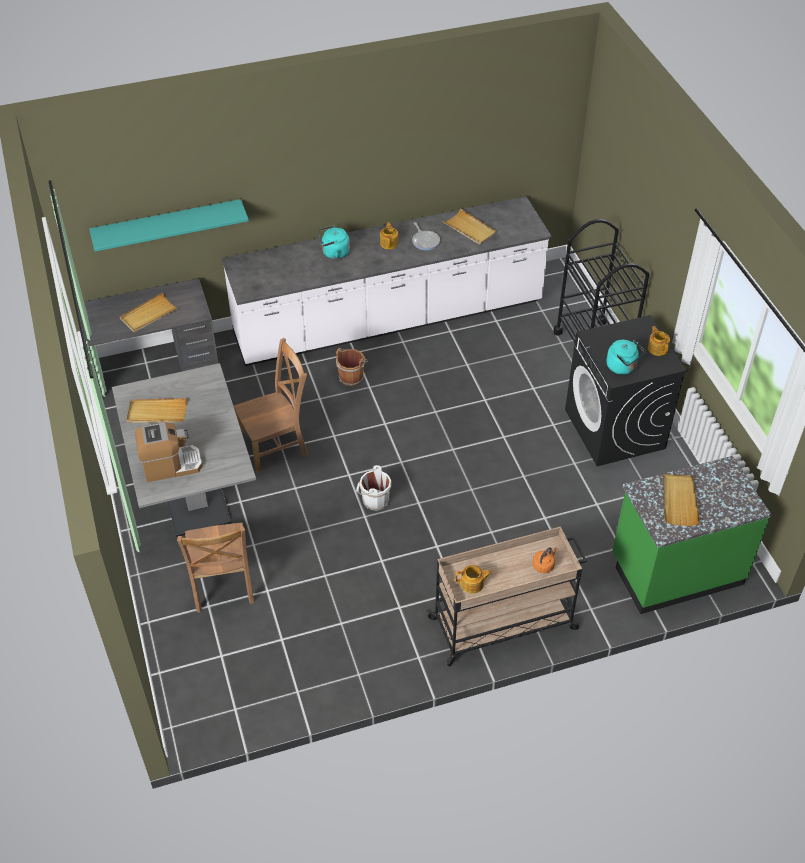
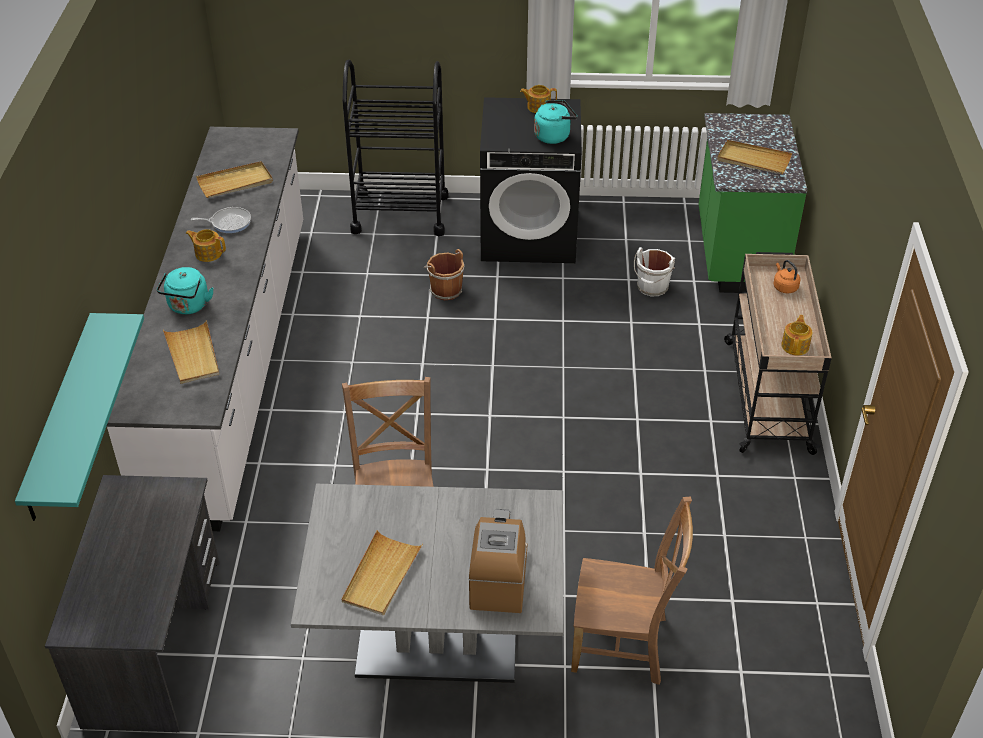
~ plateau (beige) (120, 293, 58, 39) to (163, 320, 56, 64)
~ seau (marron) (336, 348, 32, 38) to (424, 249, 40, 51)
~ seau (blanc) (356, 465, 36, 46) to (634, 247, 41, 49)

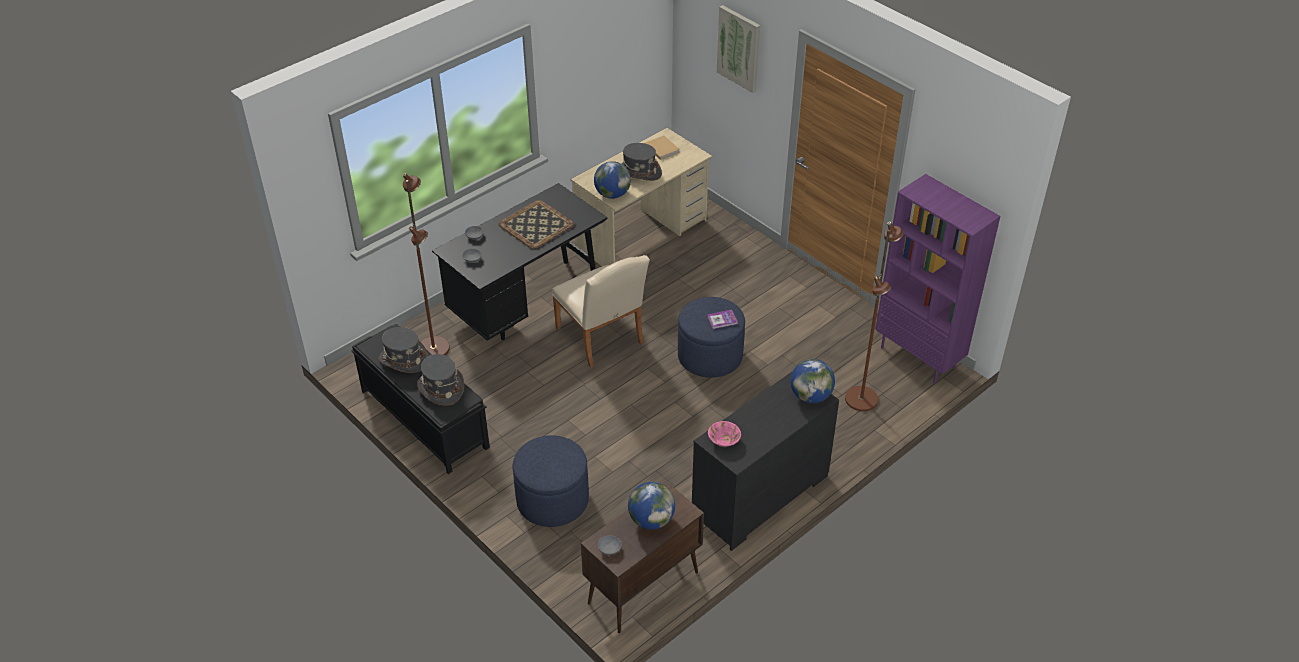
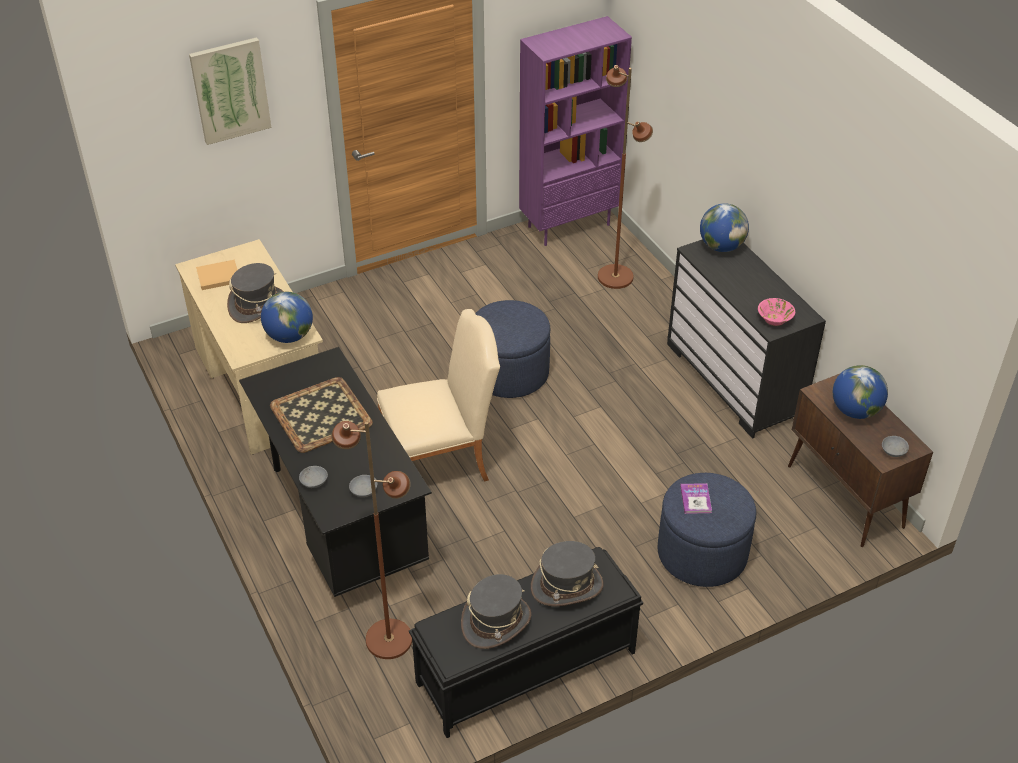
~ livre (707, 309, 31, 20) to (680, 483, 32, 31)

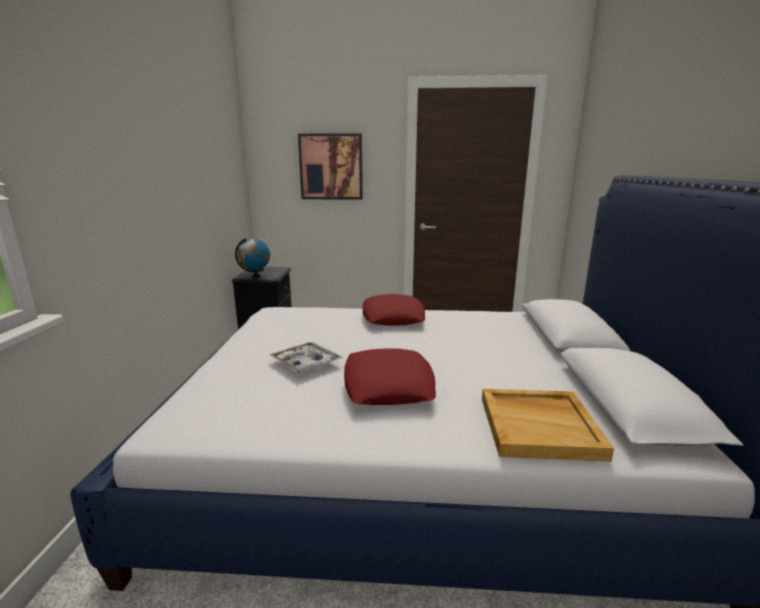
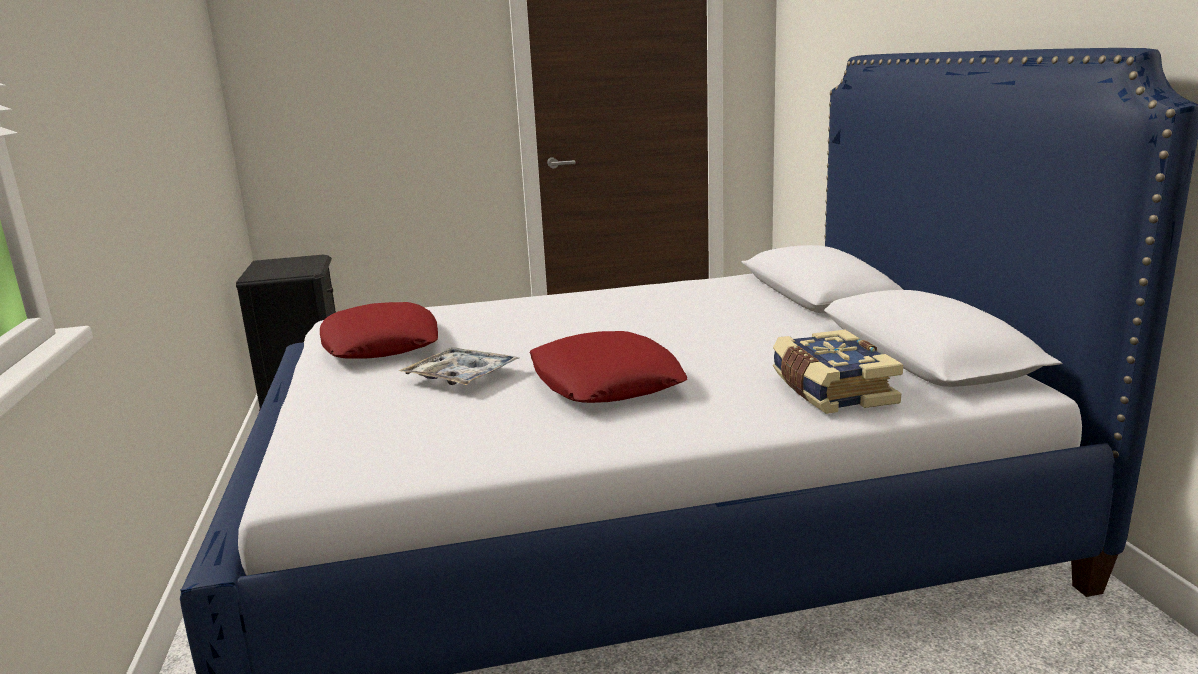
- globe (235, 238, 35, 40)
- tableau (298, 133, 65, 67)
~ coussin (rouge) (363, 294, 62, 32) to (320, 302, 118, 57)
~ plateau (beige) (482, 389, 132, 73) to livre (773, 330, 130, 84)

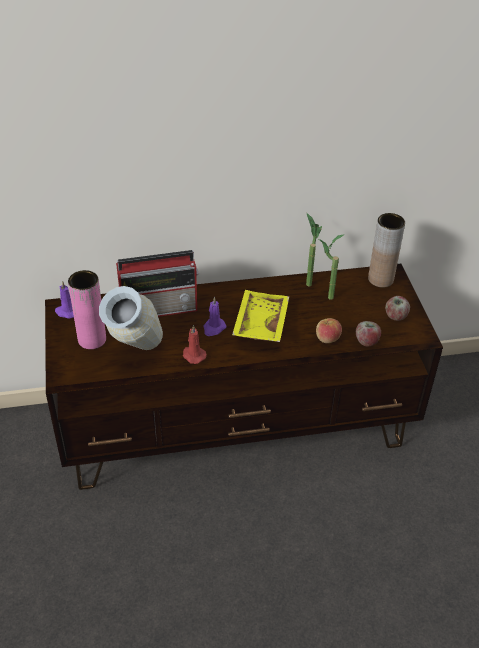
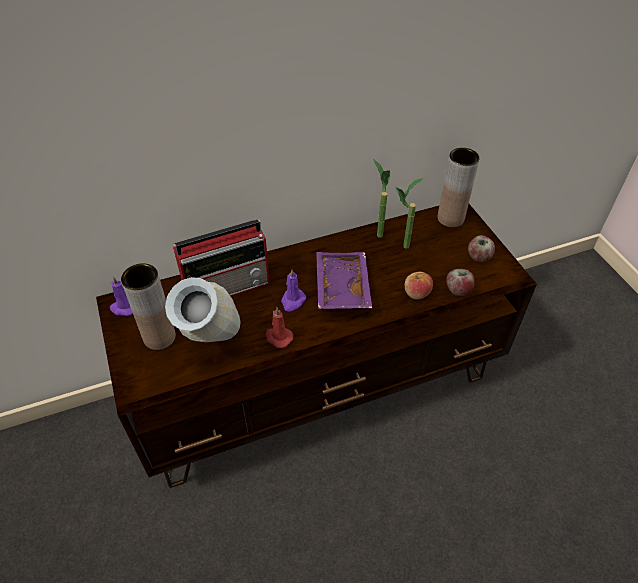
~ vase (rose) (68, 270, 38, 79) to vase (marron) (121, 263, 55, 87)
~ plateau (jaune) (232, 290, 57, 52) to plateau (violet) (316, 252, 56, 57)

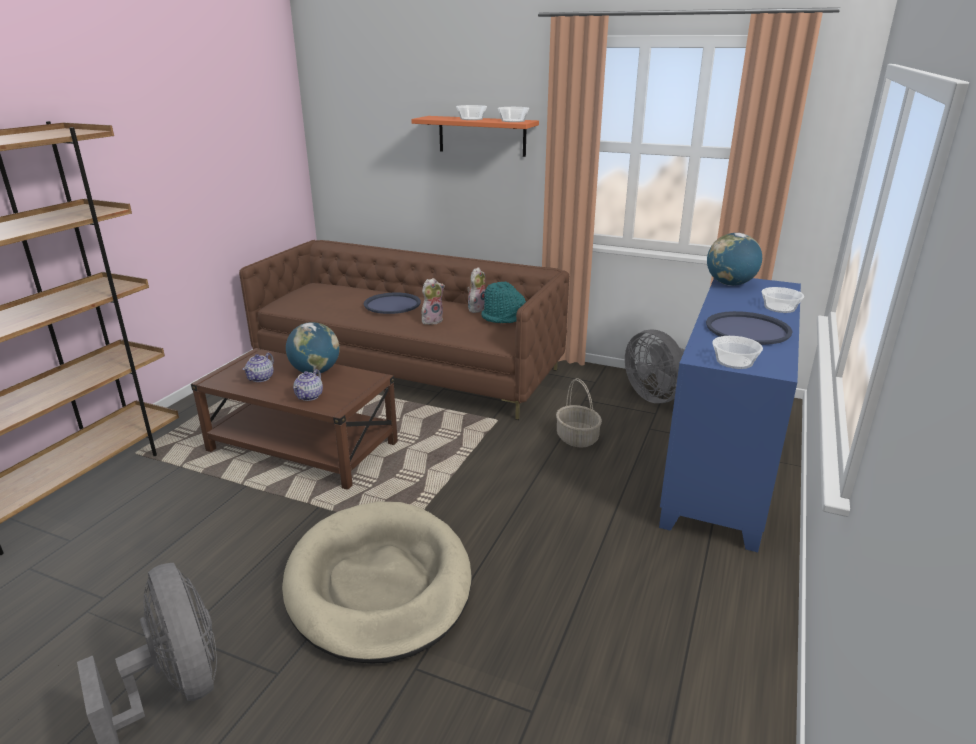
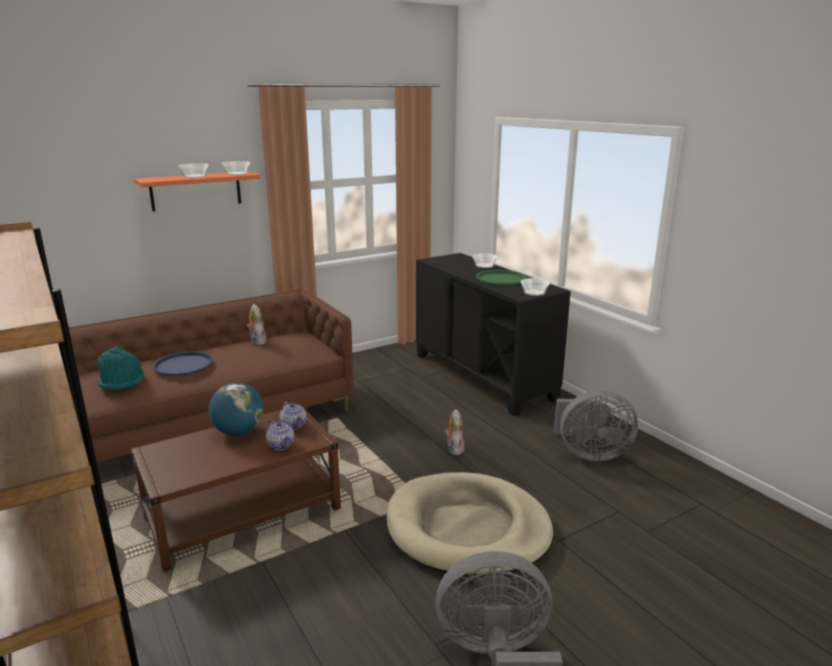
- panier (556, 378, 46, 70)
- globe (707, 233, 55, 53)
~ théière (243, 353, 31, 29) to (280, 401, 26, 29)
~ peluche (422, 278, 23, 47) to (445, 409, 19, 46)
~ chapeau (turquoise) (481, 282, 45, 41) to (97, 346, 47, 44)
~ ventilateur (gris) (625, 329, 60, 74) to (554, 390, 84, 71)
~ meuble de rangement (bleu) (659, 278, 142, 274) to meuble de rangement (noir) (416, 253, 155, 163)
~ plateau (bleu) (706, 311, 87, 34) to plateau (vert) (476, 270, 51, 15)

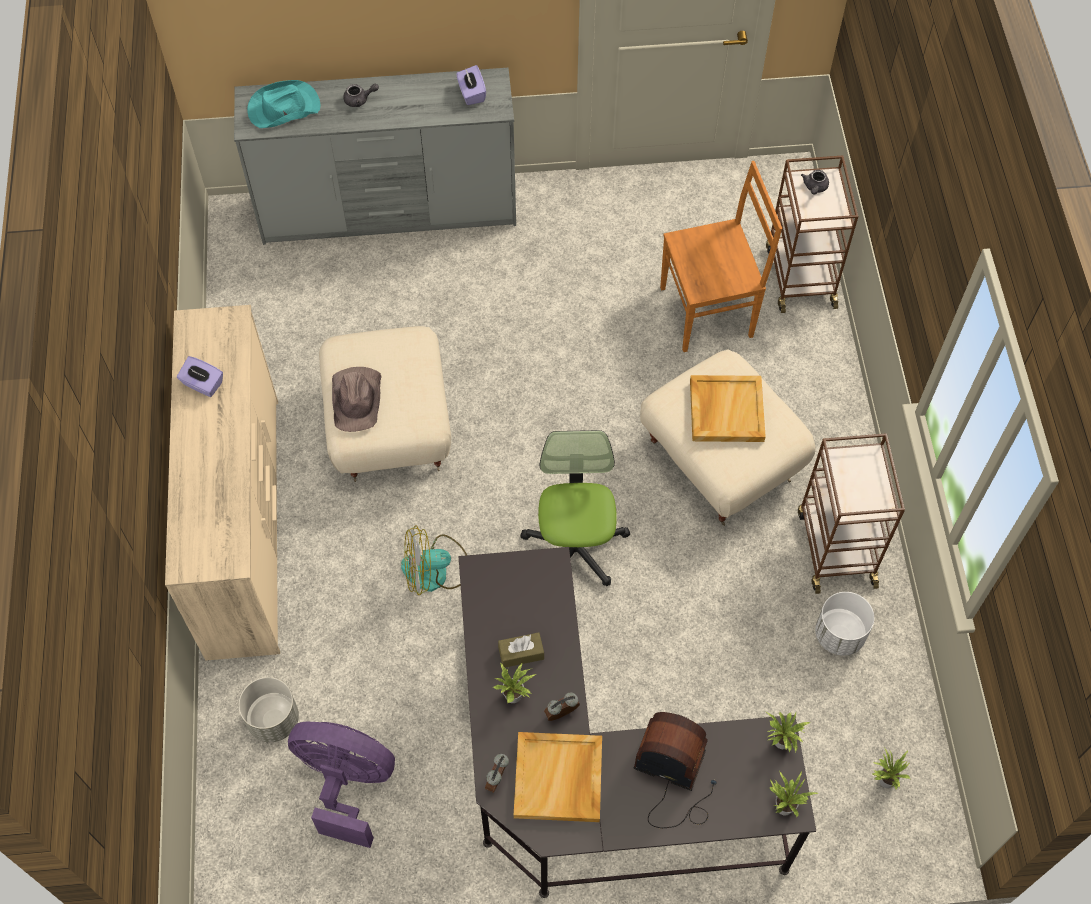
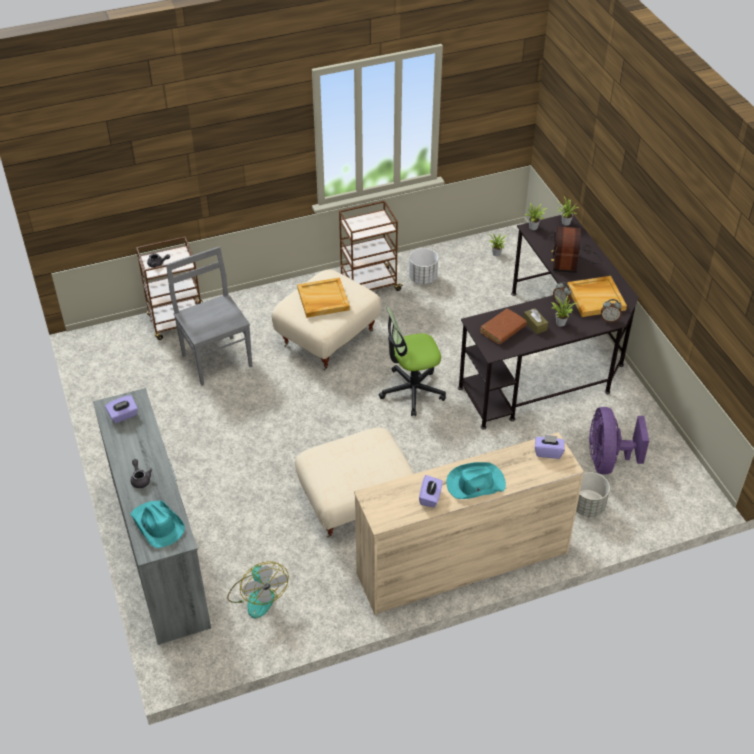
- chapeau (marron) (332, 367, 50, 65)
+ chapeau (turquoise) (446, 462, 60, 37)
+ livre (marron) (480, 309, 47, 35)
+ boîte à mouchoirs (violet) (535, 434, 30, 25)
~ ventilateur (401, 525, 66, 71) to (227, 561, 62, 57)
~ chaise (marron) (660, 161, 122, 191) to chaise (gris) (166, 246, 86, 140)

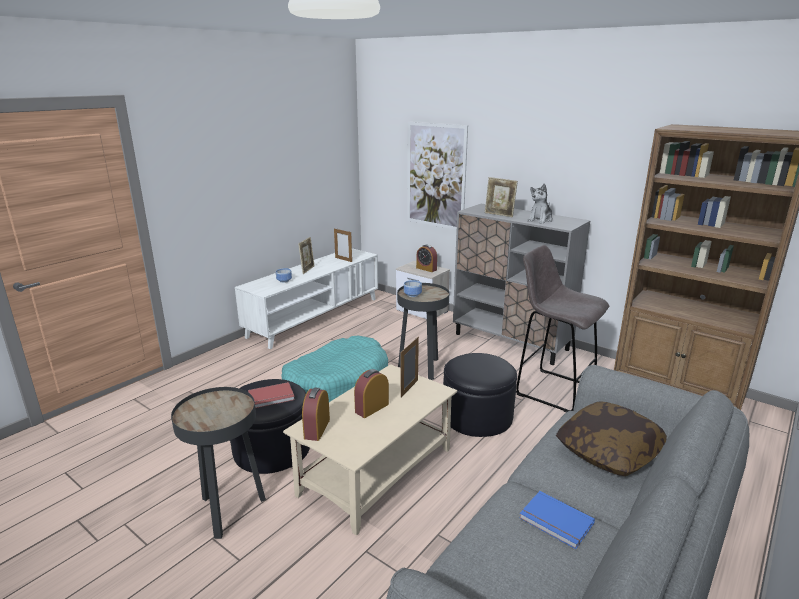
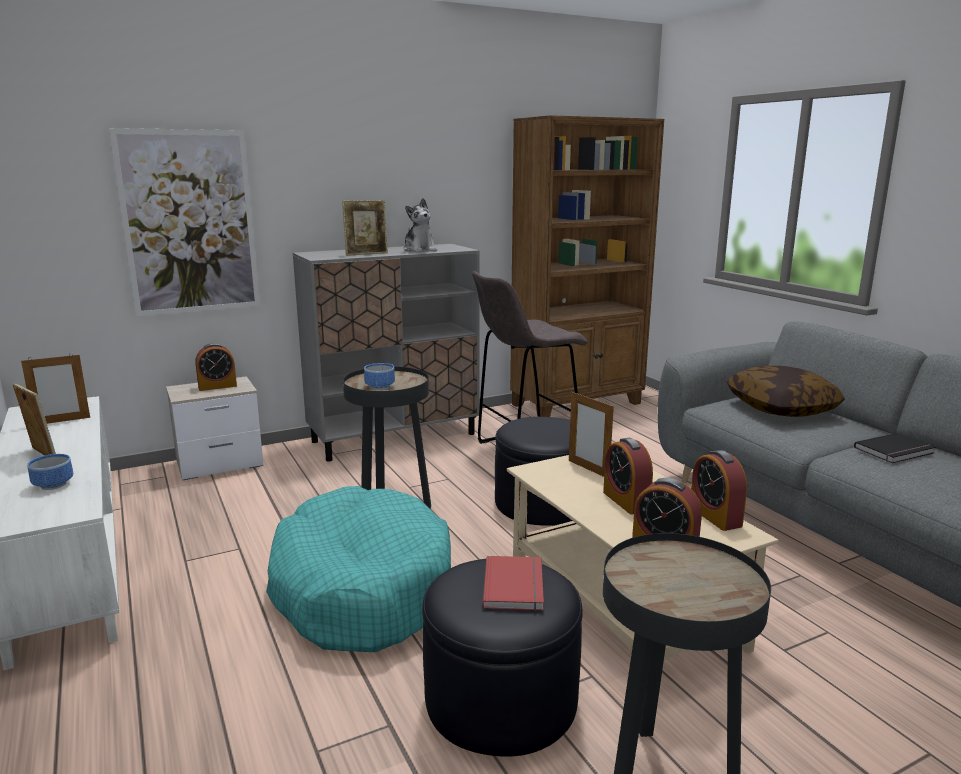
+ réveil (691, 450, 56, 81)
~ livre (bleu) (519, 491, 76, 58) to livre (noir) (854, 433, 81, 30)

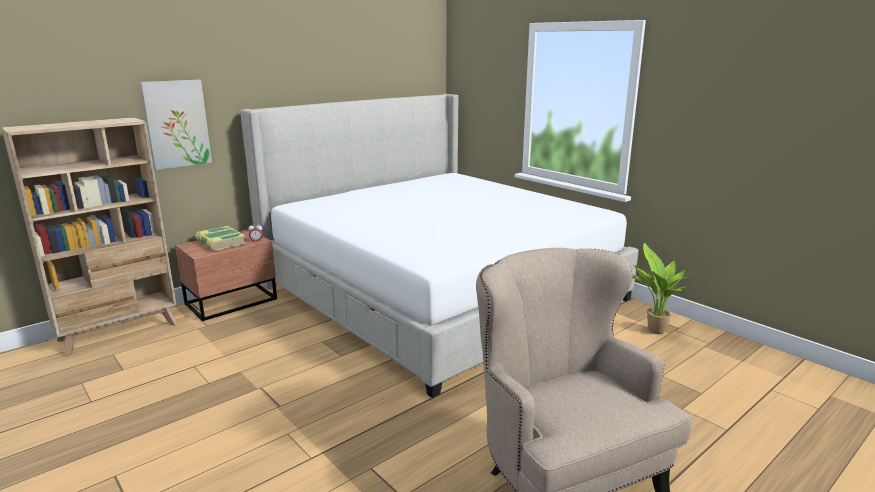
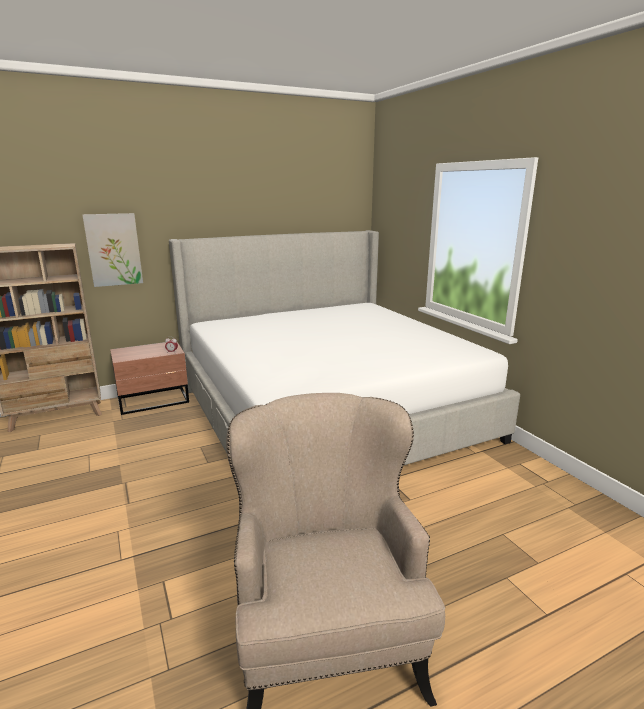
- livre (195, 226, 51, 25)
- plante en pot (632, 243, 62, 91)

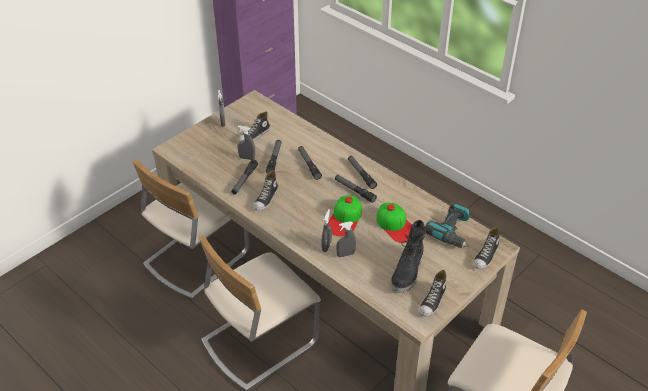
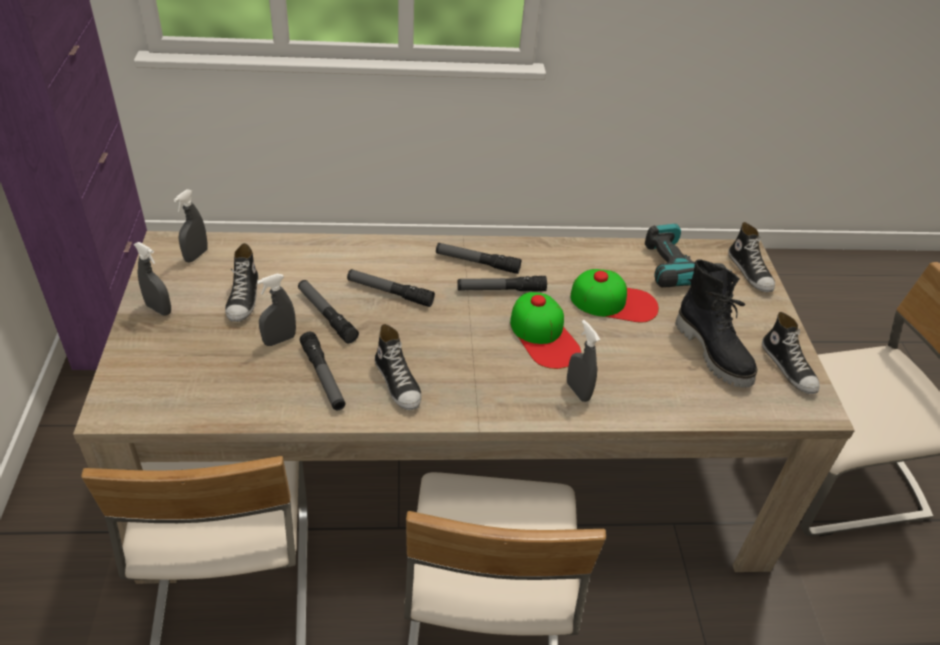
~ vaporisateur (gris) (336, 221, 20, 36) to (174, 189, 34, 74)

